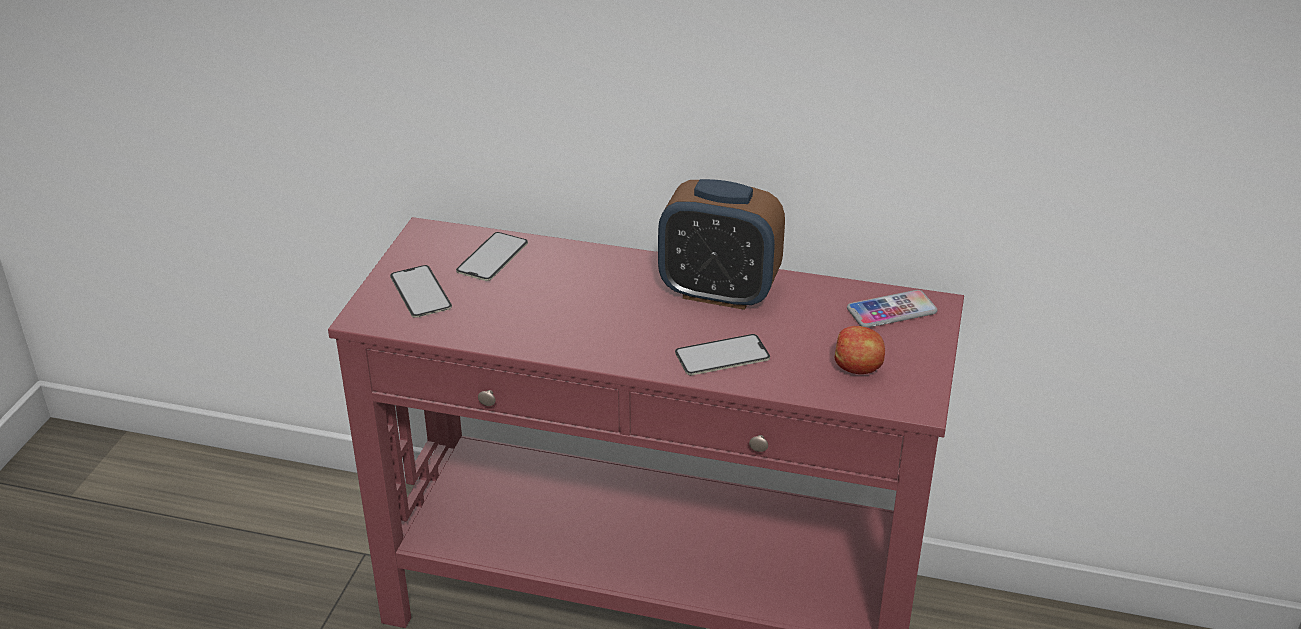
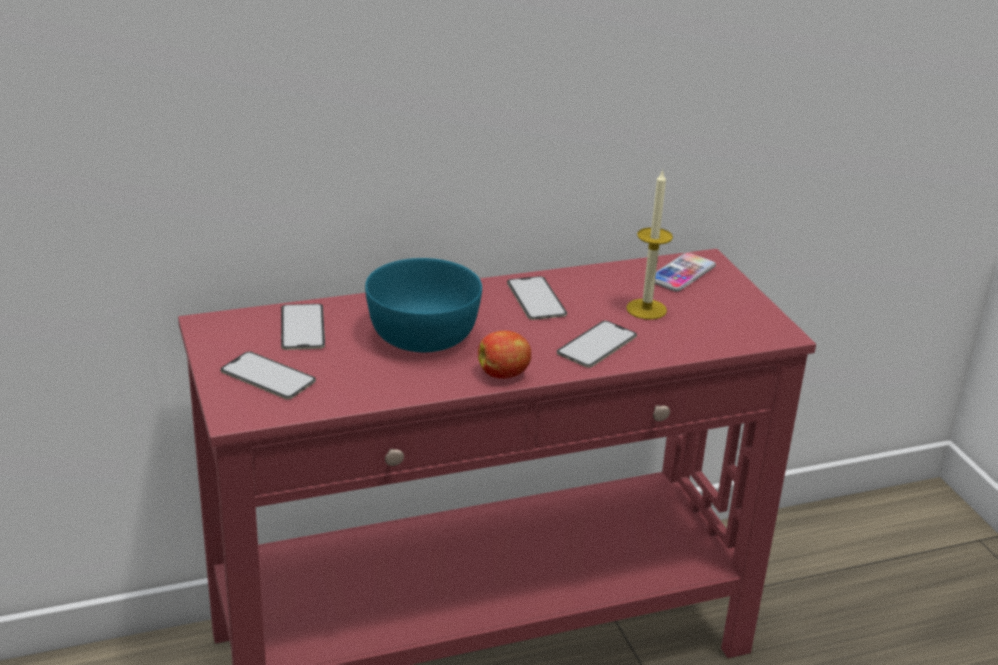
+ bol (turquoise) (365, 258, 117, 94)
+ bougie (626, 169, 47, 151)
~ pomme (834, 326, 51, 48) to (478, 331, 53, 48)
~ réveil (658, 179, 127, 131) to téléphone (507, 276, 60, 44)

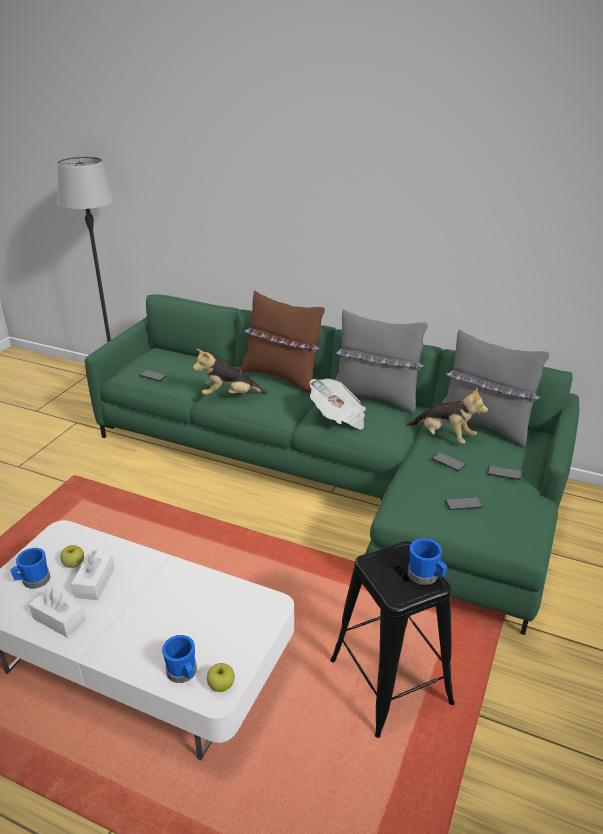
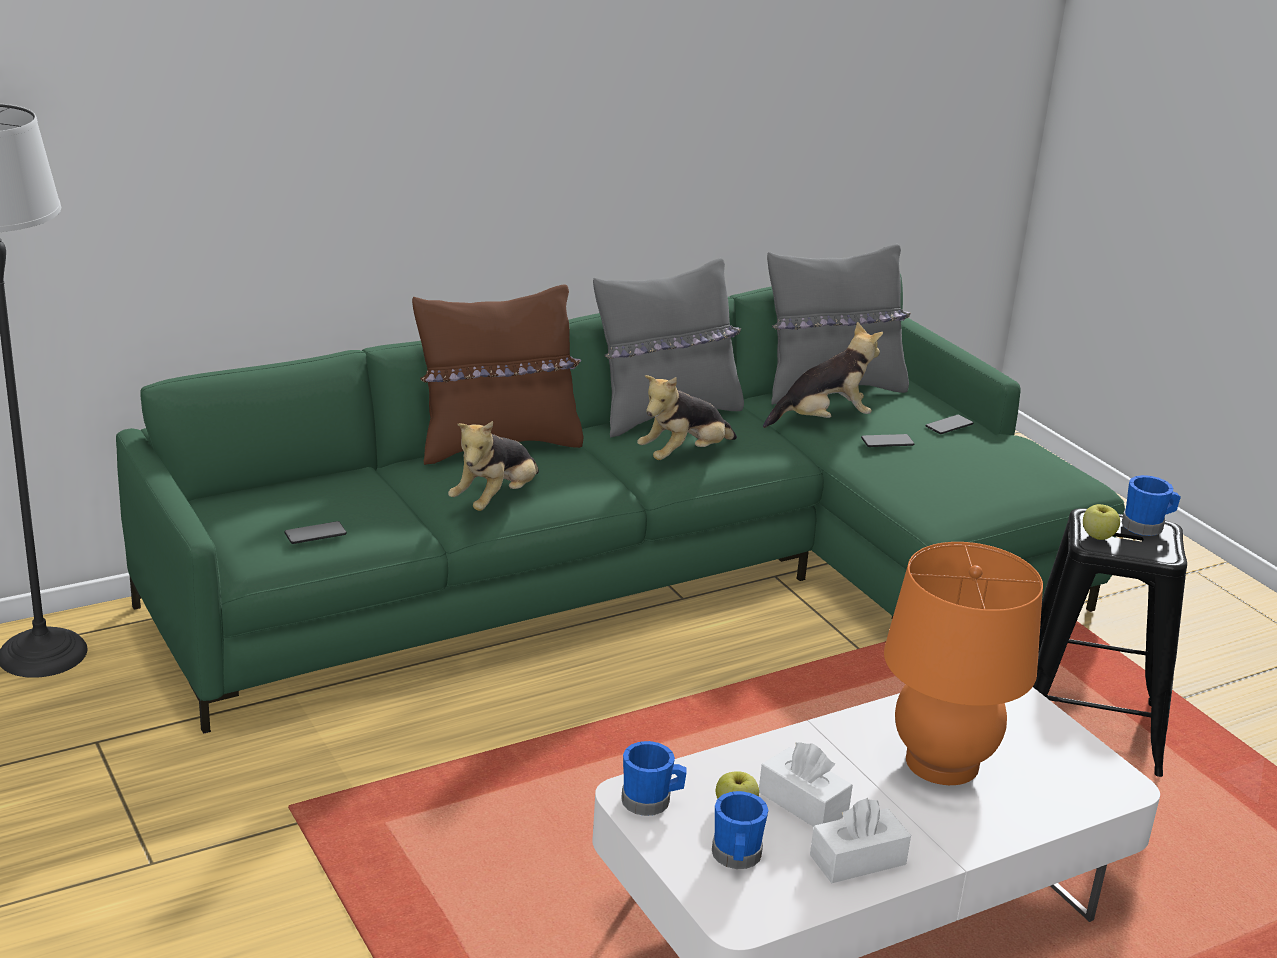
- téléphone (445, 497, 38, 13)
+ lampe de table (orange) (884, 542, 159, 243)
~ mug (bleu) (162, 635, 35, 48) to (621, 741, 66, 75)
~ pomme (207, 663, 28, 29) to (1083, 504, 37, 36)
~ journal (309, 379, 57, 50) to peluche (637, 375, 100, 85)

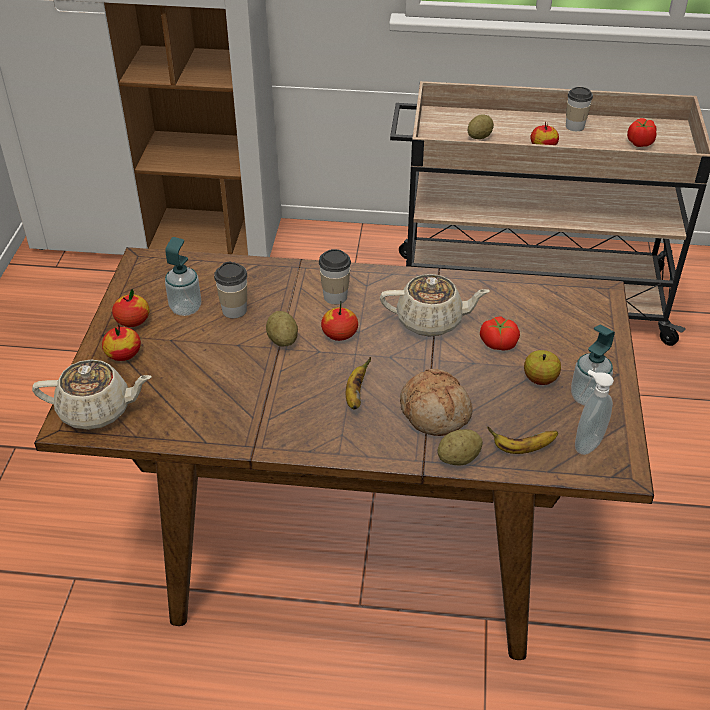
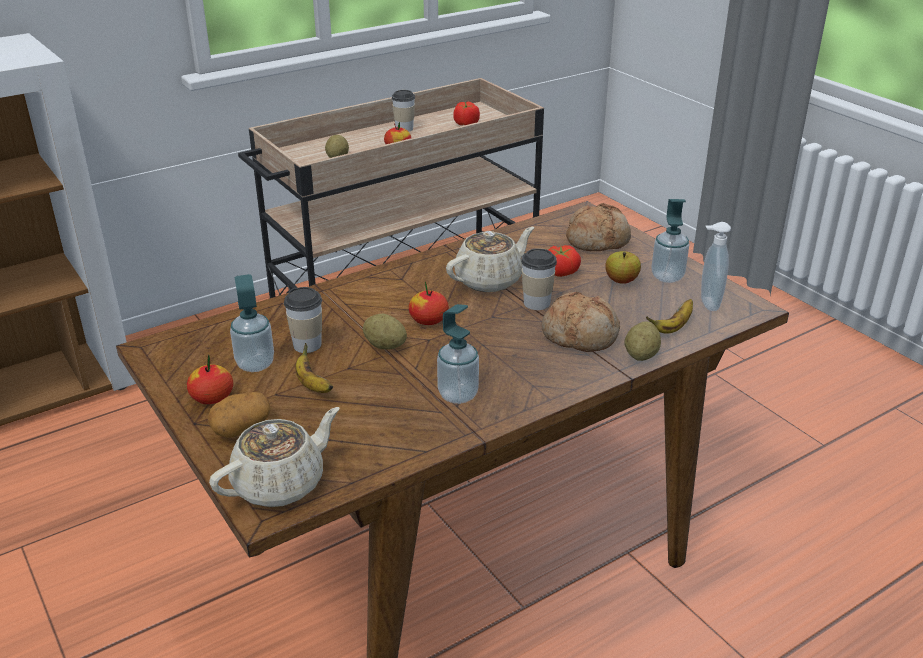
+ distributeur de savon (437, 304, 42, 100)
+ pain (566, 203, 65, 48)
~ tasse (319, 249, 32, 55) to (521, 248, 36, 62)
~ banane (346, 357, 25, 53) to (295, 343, 38, 50)
~ pomme (102, 324, 39, 37) to pomme de terre (208, 392, 63, 46)

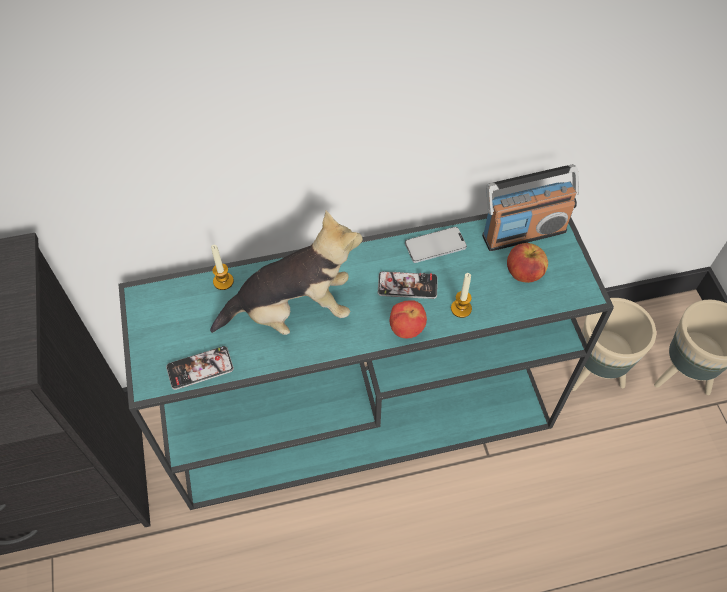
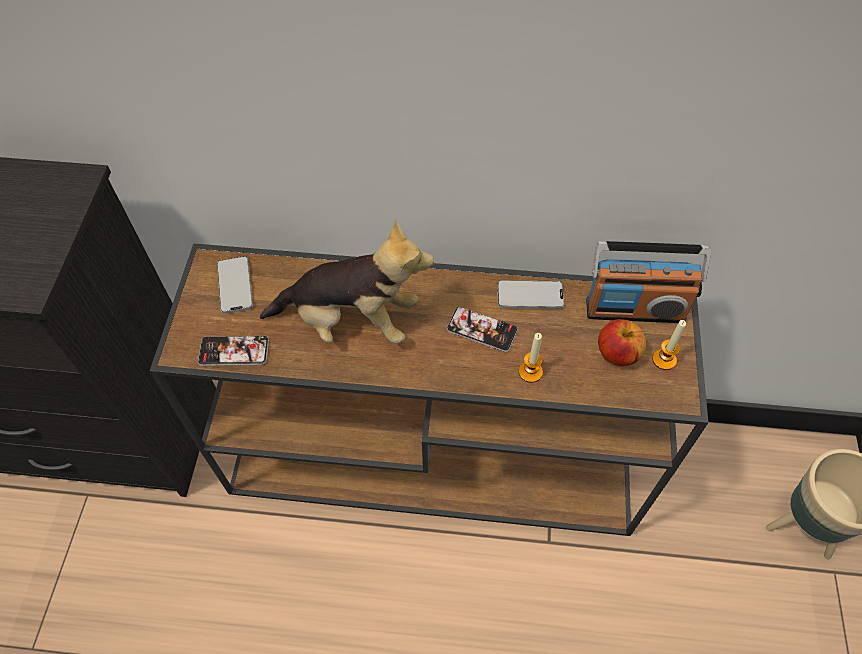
- pomme (389, 300, 38, 38)
- cache-pot (beige) (572, 298, 84, 93)
+ téléphone (217, 256, 36, 58)
~ bougie (211, 245, 23, 45) to (652, 320, 34, 50)
~ table console (turquoise) (118, 213, 496, 297) to table console (marron) (150, 243, 558, 293)

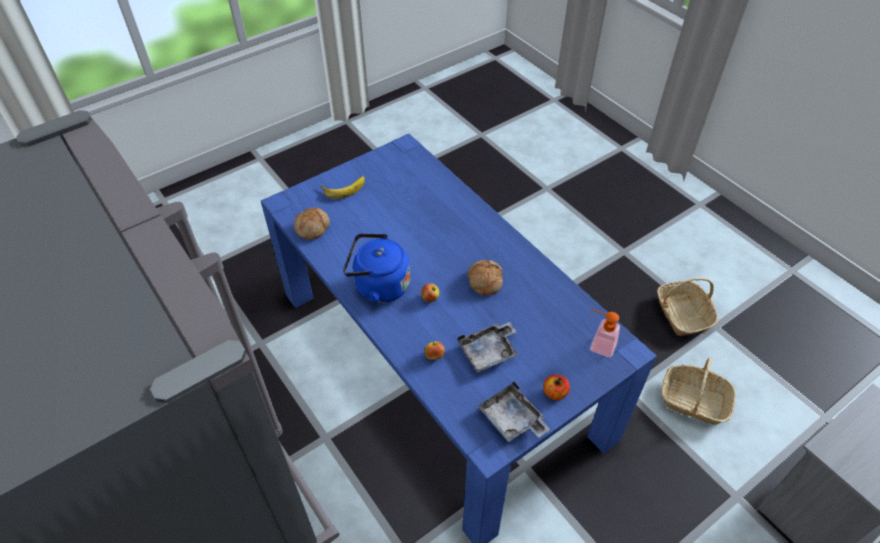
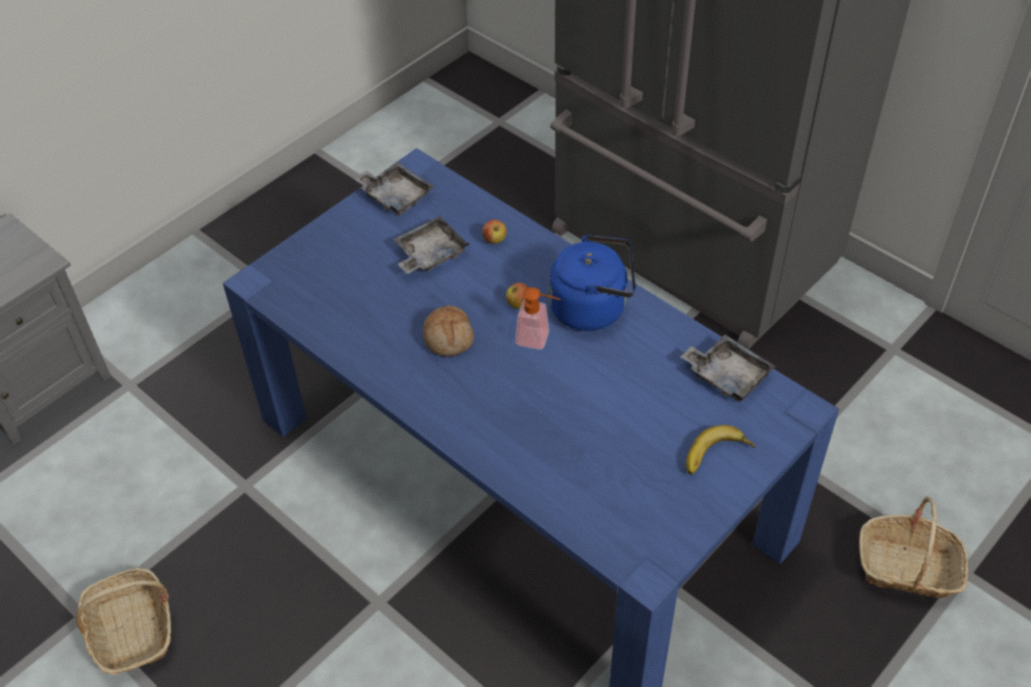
- pomme (543, 375, 27, 25)
~ distributeur de savon (590, 310, 30, 48) to (515, 287, 46, 63)
~ panier (662, 358, 74, 67) to (859, 497, 109, 101)
~ pain (294, 207, 36, 33) to plateau (gris) (680, 334, 96, 68)

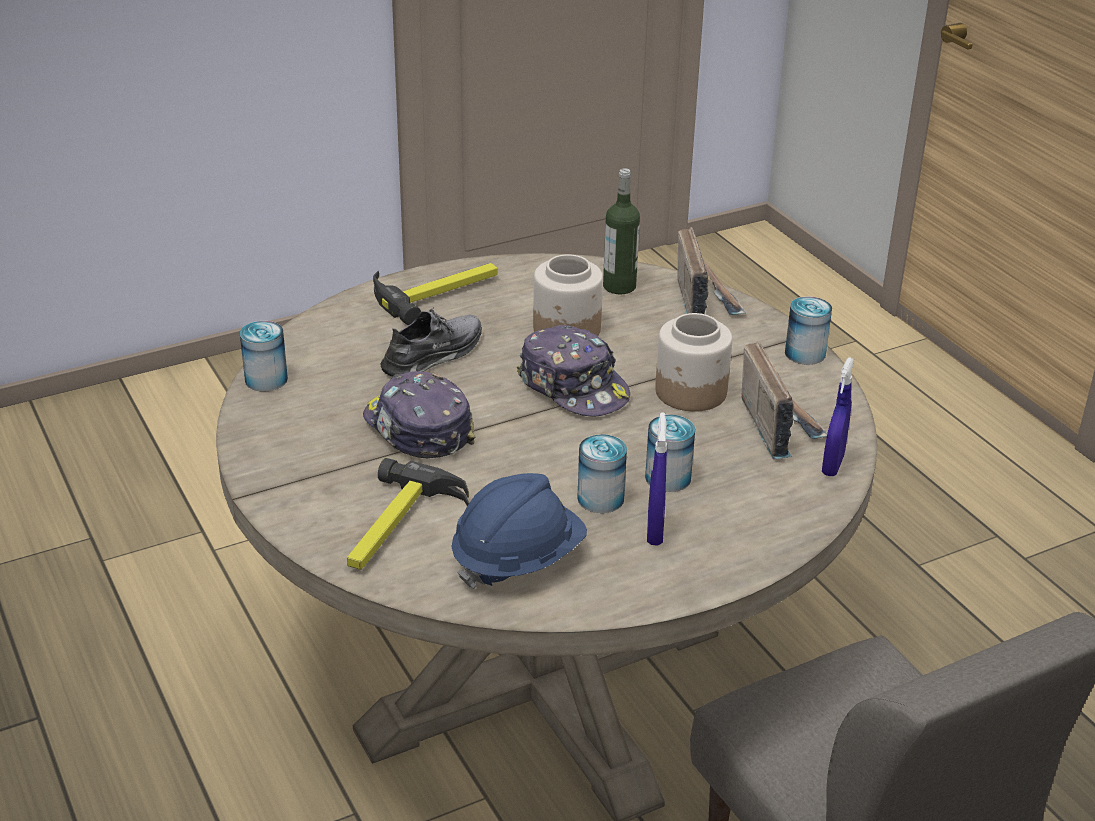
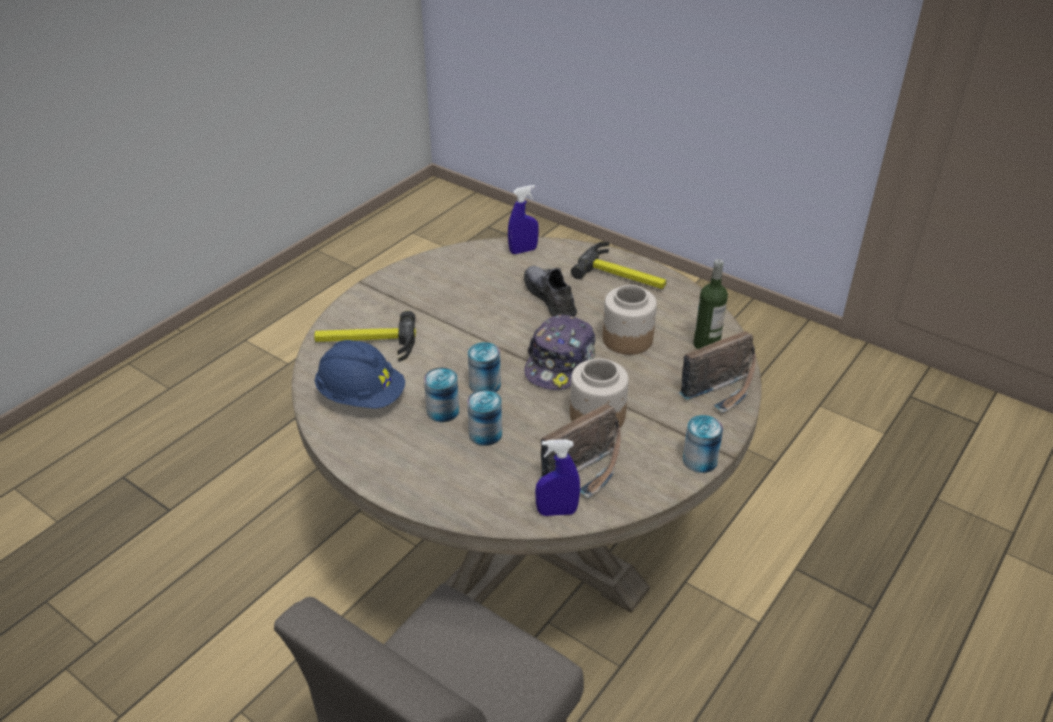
- casquette (363, 371, 112, 87)
~ boîte métallique (240, 321, 48, 70) to (468, 342, 33, 50)
~ vaporisateur (bleu) (647, 412, 20, 134) to (508, 185, 31, 69)
~ chaussure (gris) (380, 309, 102, 68) = (524, 266, 53, 51) 135 degrees counterclockwise

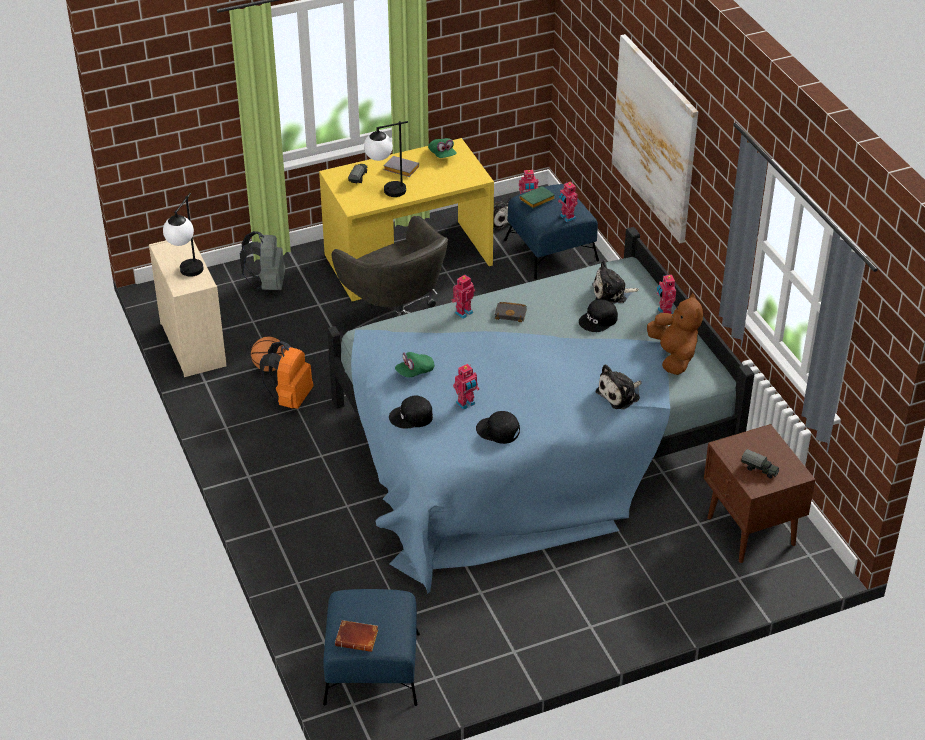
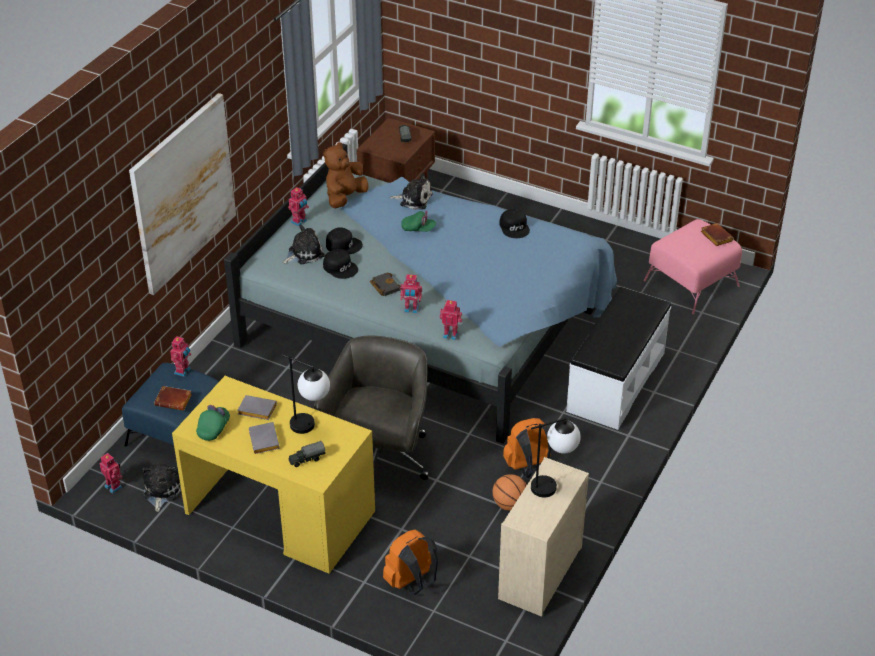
+ livre (gris) (237, 395, 40, 25)
+ banc (blanc) (566, 287, 105, 143)
~ casquette (noir) (389, 395, 44, 34) to (323, 249, 35, 30)
~ casquette (vert) (395, 352, 39, 26) to (401, 211, 35, 21)
~ robot jouet (453, 364, 26, 46) to (439, 300, 23, 40)
~ sac à dos (gris) (240, 231, 45, 59) to sac à dos (orange) (383, 530, 55, 65)
~ pouf (bleu) (323, 589, 97, 117) to pouf (rose) (644, 219, 98, 95)
~ livre (vert) (520, 186, 35, 22) to livre (marron) (154, 386, 38, 25)
~ peluche (592, 260, 47, 44) = (283, 225, 42, 39) 75 degrees counterclockwise

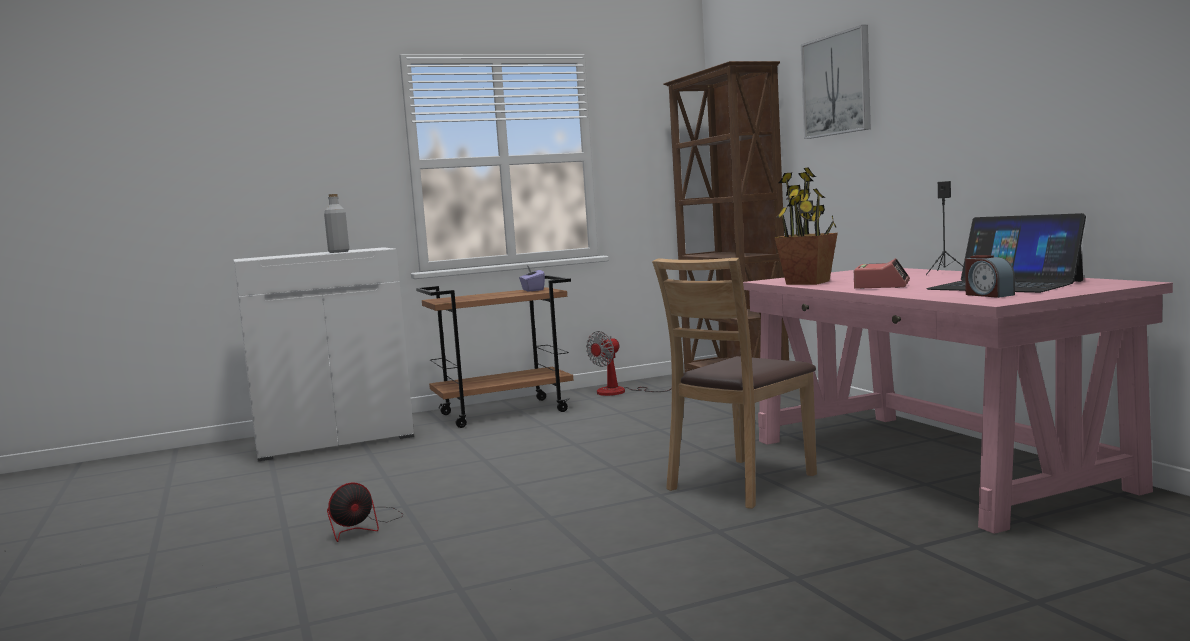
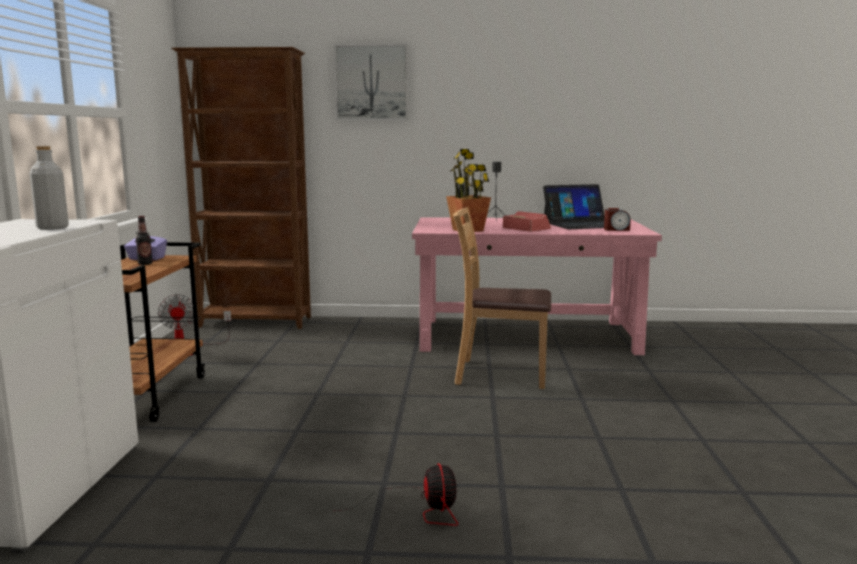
+ bouteille (136, 216, 17, 49)
~ chaise (marron) (652, 258, 165, 251) = (453, 207, 98, 182) 120 degrees clockwise

